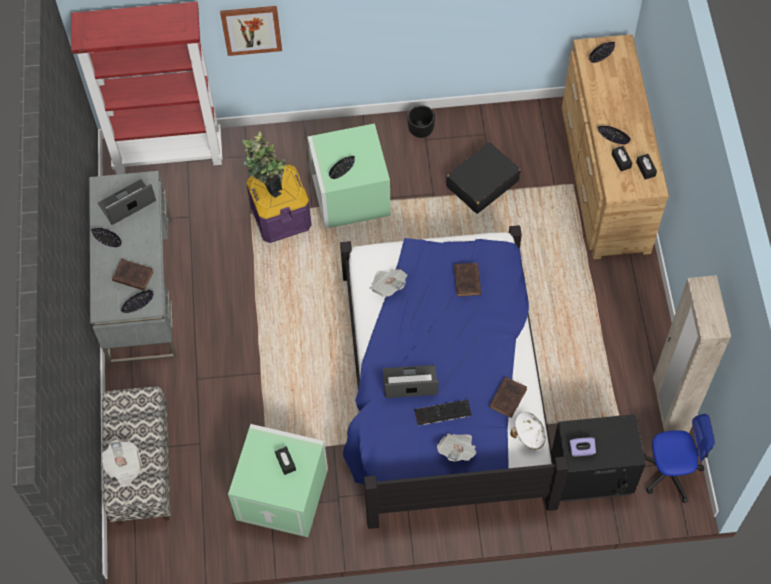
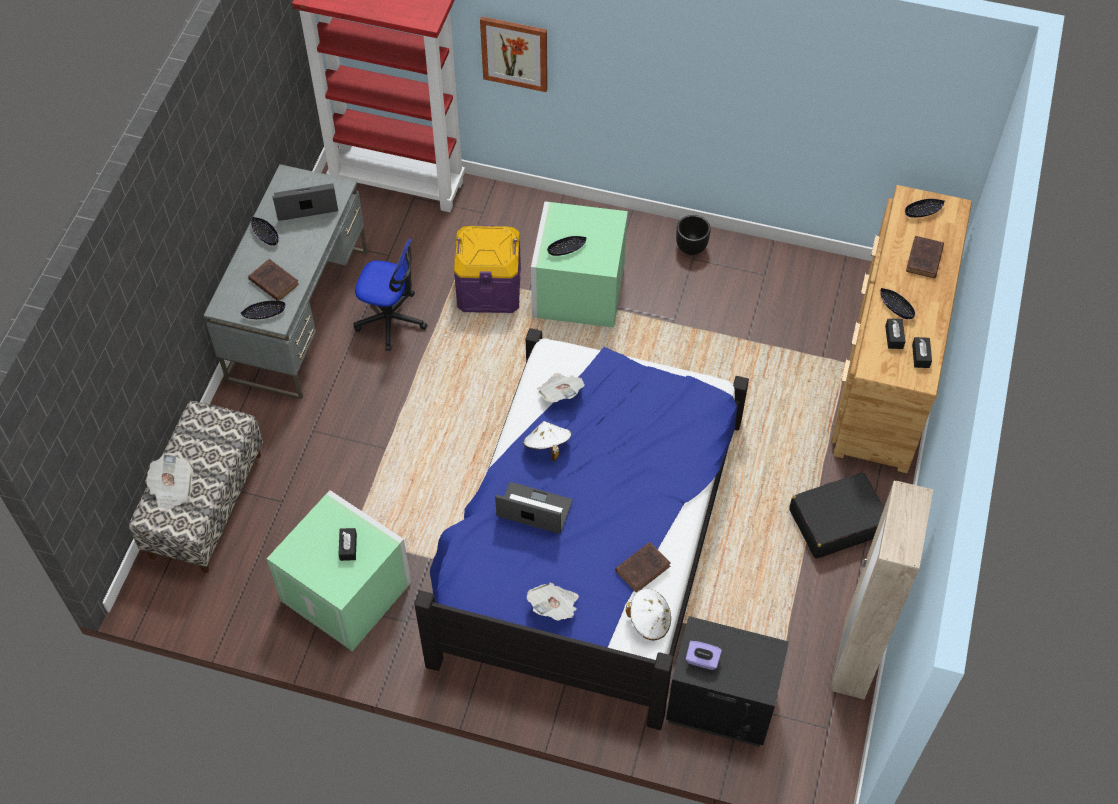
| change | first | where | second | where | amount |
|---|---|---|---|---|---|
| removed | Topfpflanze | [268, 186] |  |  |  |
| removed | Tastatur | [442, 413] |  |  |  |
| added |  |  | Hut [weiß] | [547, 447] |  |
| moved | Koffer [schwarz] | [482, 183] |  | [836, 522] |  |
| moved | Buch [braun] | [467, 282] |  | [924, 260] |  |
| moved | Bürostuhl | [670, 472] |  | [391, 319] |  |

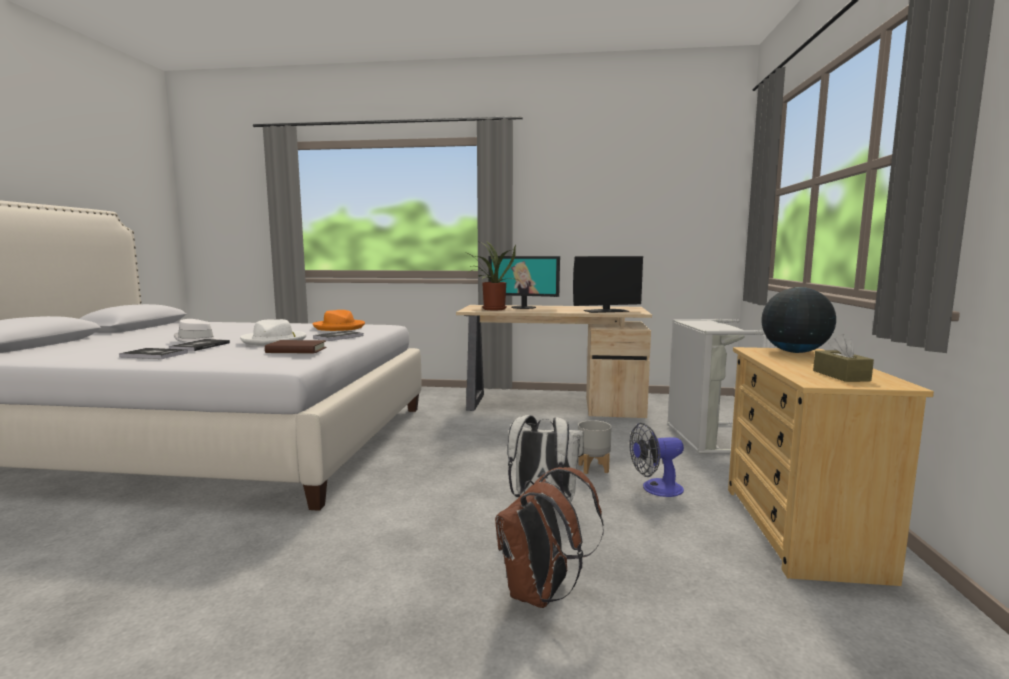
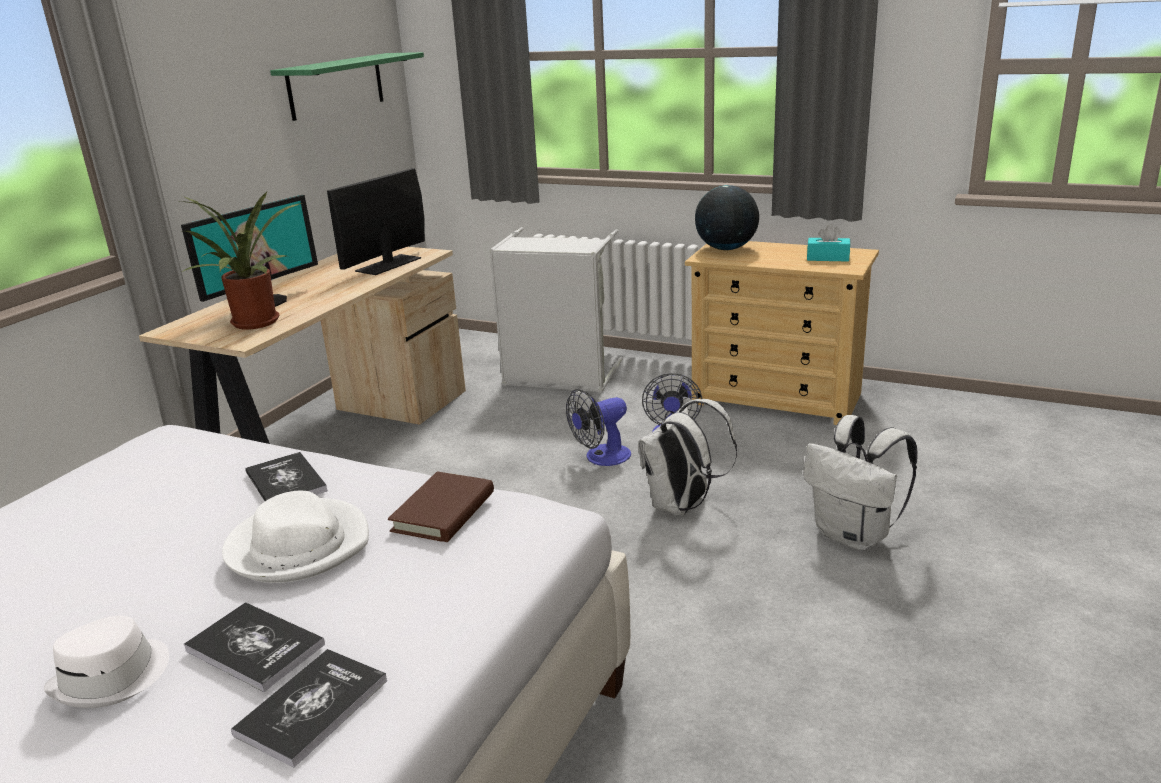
| change | first | where | second | where | amount |
|---|---|---|---|---|---|
| removed | Hut [orange] | [339, 327] |  |  |  |
| added |  |  | Wandregal [grün] | [336, 85] |  |
| replaced | Pflanzkübel [grau] | [593, 468] | Ventilator | [601, 458] |  |
| recoloured | Rucksack [braun] | [541, 594] | Rucksack [weiß] | [854, 536] |  |
| recoloured | Taschentuchbox [braun] | [840, 375] | Taschentuchbox [türkis] | [828, 258] |  |
| turned | Monitor | [606, 311] |  | [388, 264] | 150 degrees counterclockwise |

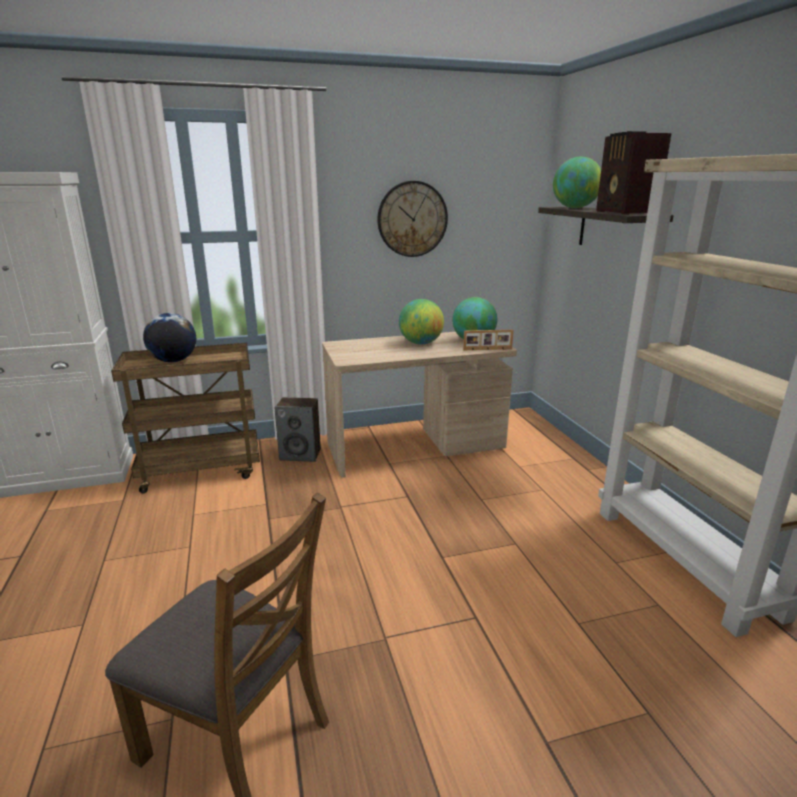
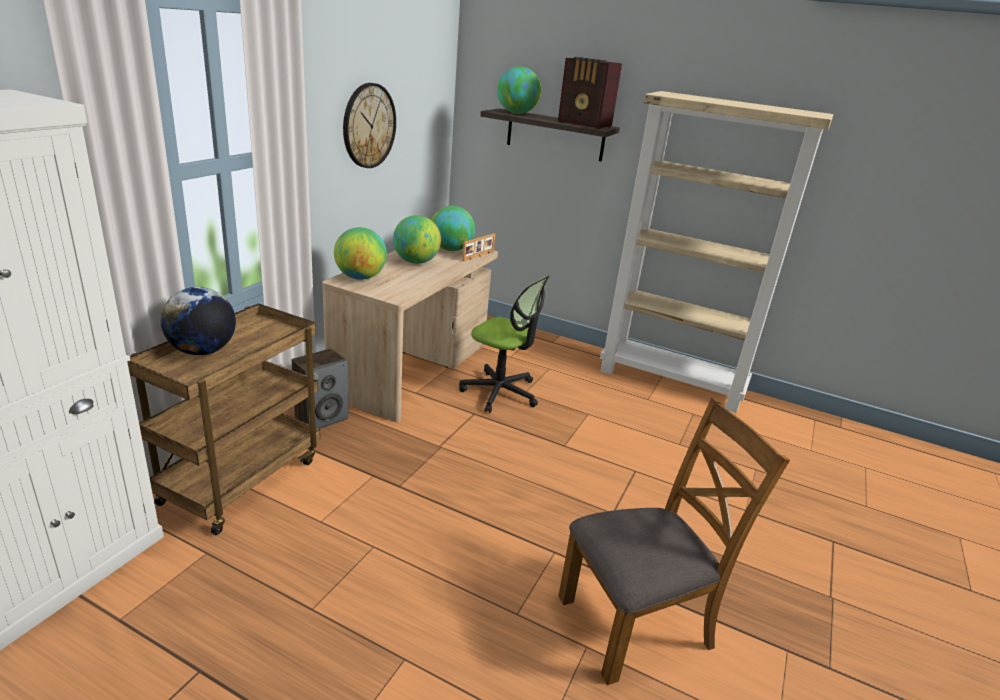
| change | first | where | second | where | amount |
|---|---|---|---|---|---|
| added |  |  | Globus | [360, 277] |  |
| added |  |  | Bürostuhl | [500, 392] |  |

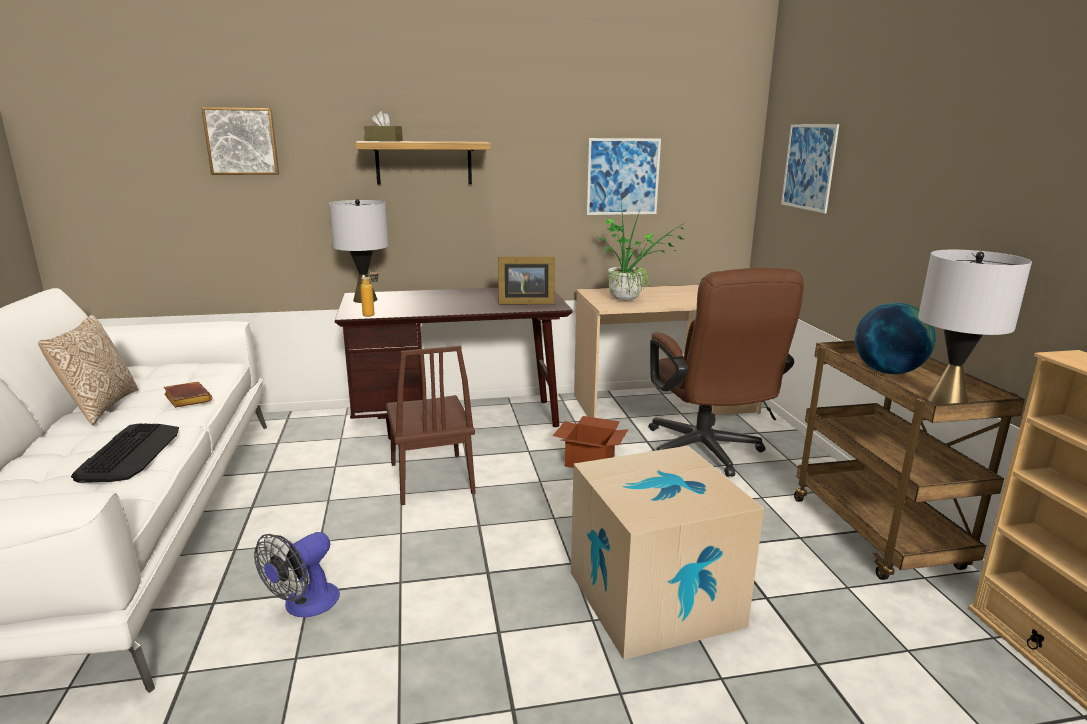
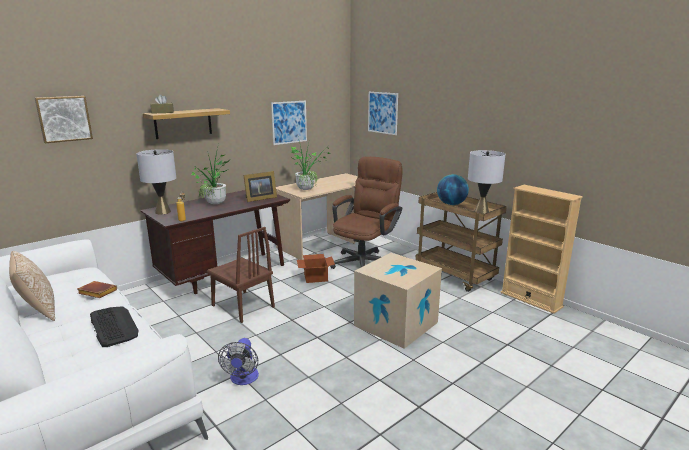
| change | first | where | second | where | amount |
|---|---|---|---|---|---|
| added |  |  | Topfpflanze | [215, 204] |  |
| turned | Bürostuhl [braun] | [707, 453] |  | [365, 260] | 105 degrees counterclockwise |

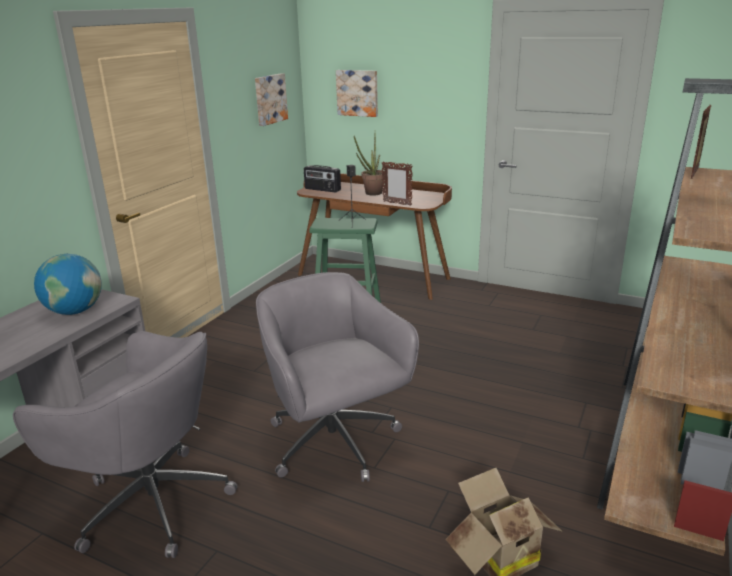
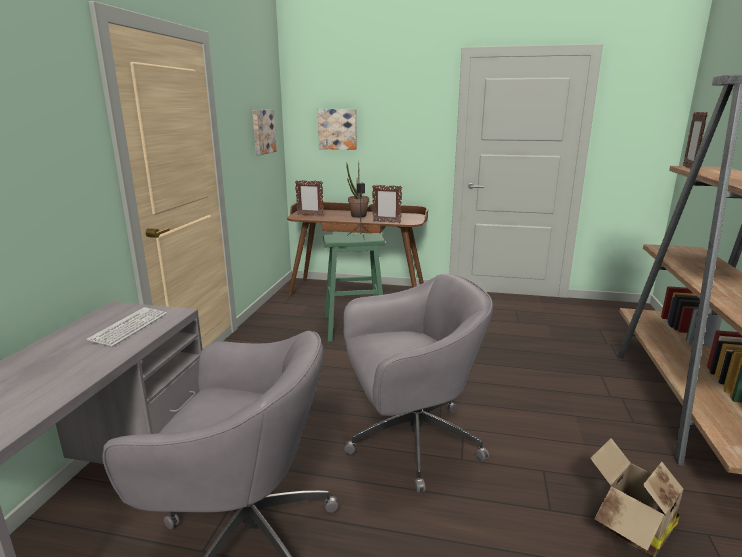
| change | first | where | second | where | amount |
|---|---|---|---|---|---|
| replaced | Globus | [75, 311] | Tastatur | [129, 327] |  |
| replaced | Radio | [322, 190] | Bilderrahmen | [310, 215] |  |
| turned | Bürostuhl [grau] | [335, 444] |  | [410, 442] | 120 degrees clockwise |

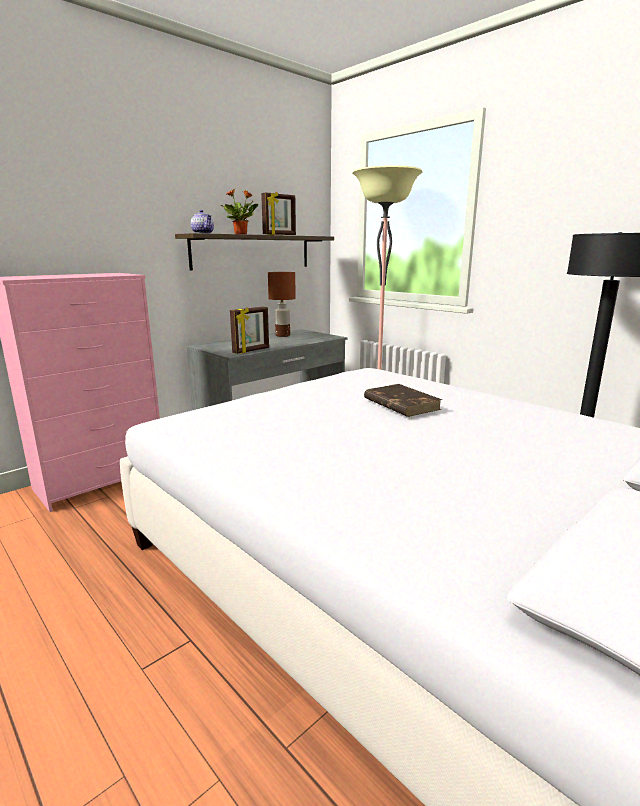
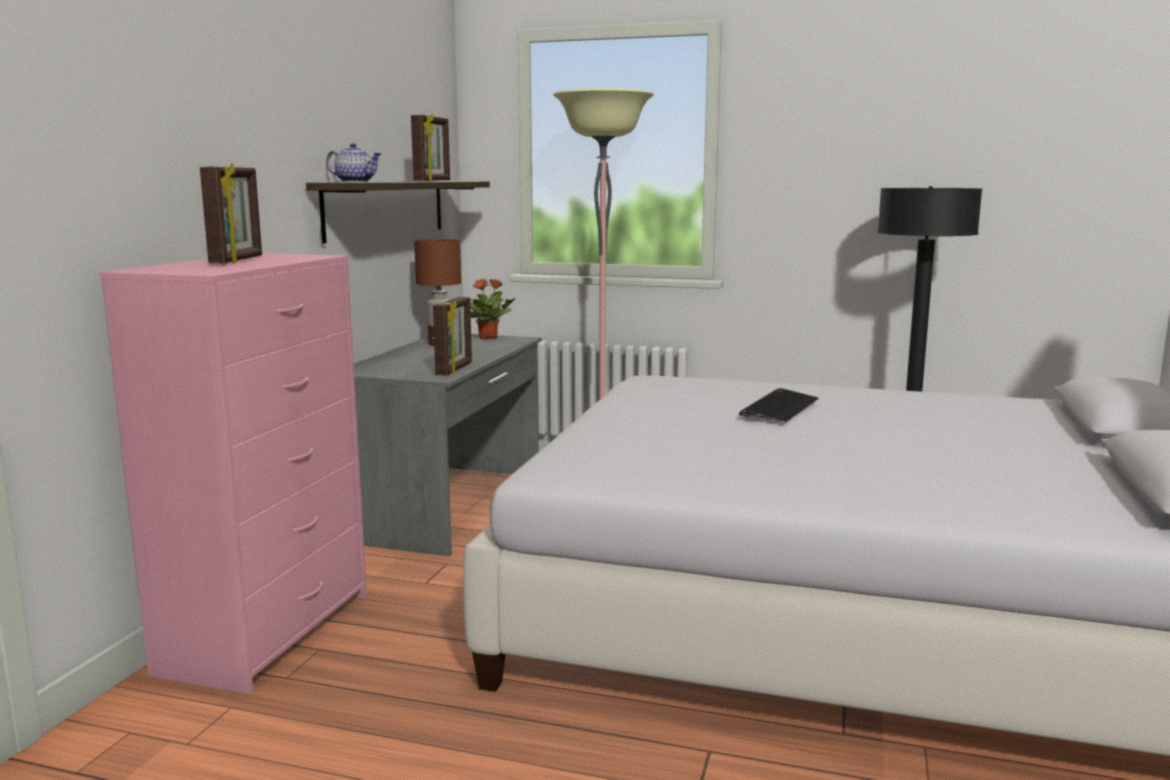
| change | first | where | second | where | amount |
|---|---|---|---|---|---|
| added |  |  | Bilderrahmen | [238, 260] |  |
| moved | Topfpflanze | [241, 234] |  | [489, 338] |  |
| replaced | Buch [braun] | [400, 404] | Tastatur | [779, 407] |  |

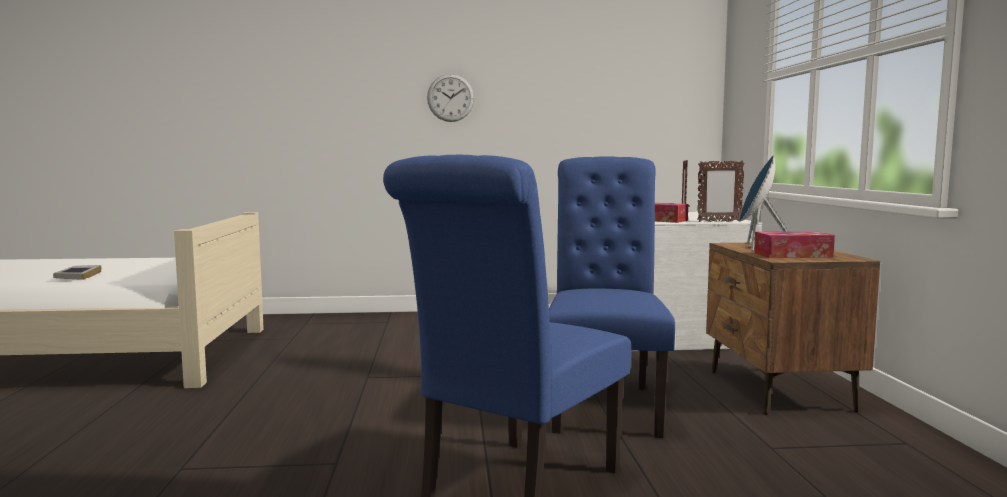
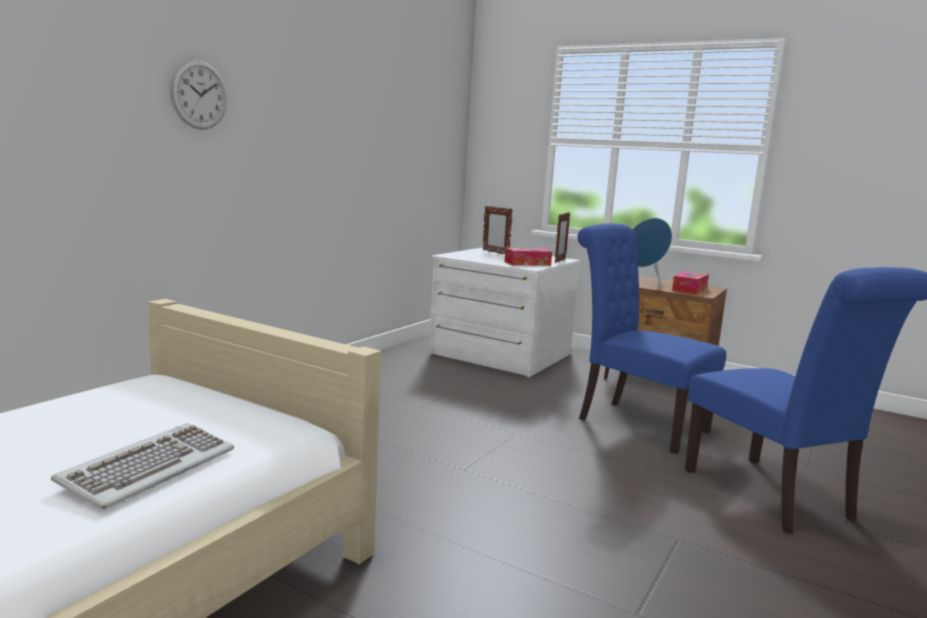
| change | first | where | second | where | amount |
|---|---|---|---|---|---|
| moved | Wanduhr | [450, 98] |  | [199, 95] |  |
| replaced | Buch | [78, 276] | Tastatur | [149, 468] |  |

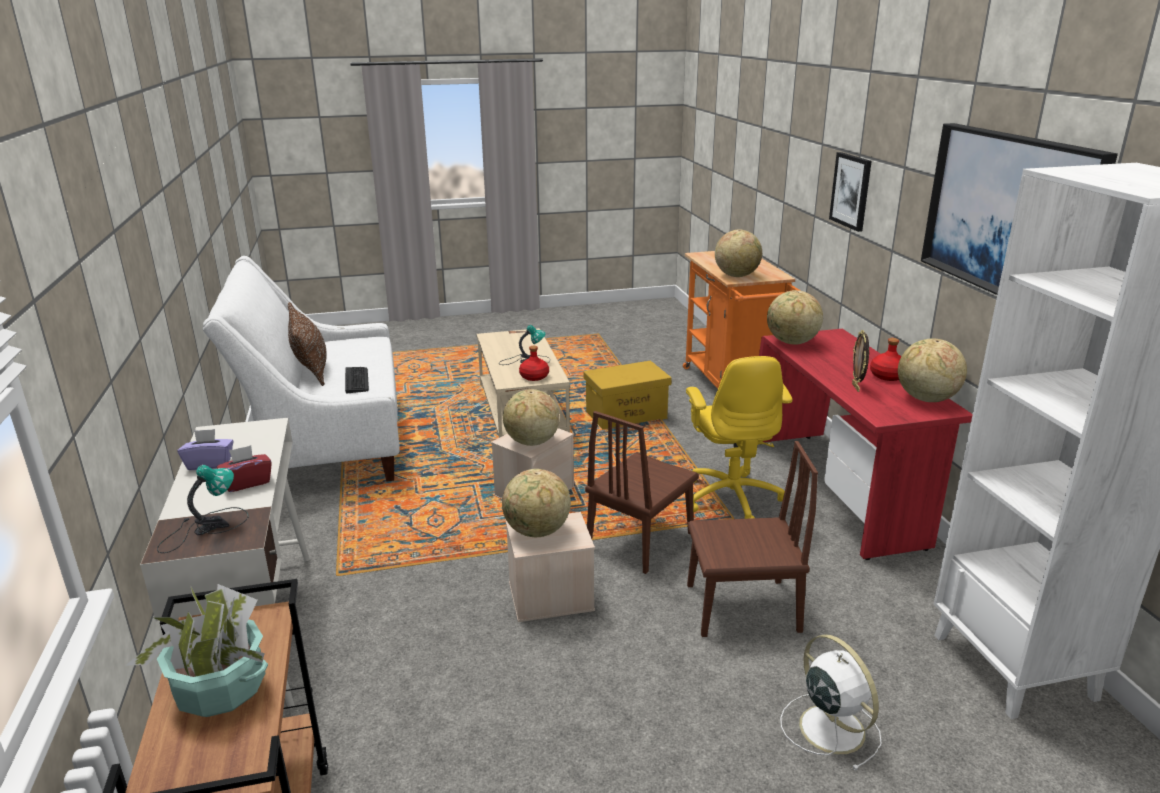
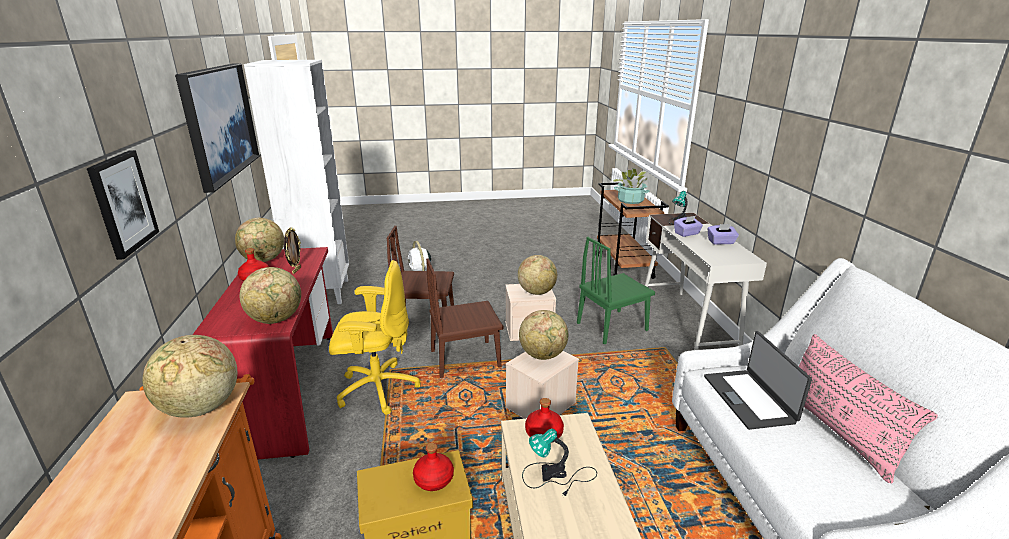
| change | first | where | second | where | amount |
|---|---|---|---|---|---|
| added |  |  | Flasche [rot] | [433, 479] |  |
| added |  |  | Stuhl [grün] | [612, 326] |  |
| replaced | Tastatur | [357, 380] | Laptop | [749, 399] |  |
| recoloured | Taschentuchbox [rot] | [247, 482] | Taschentuchbox [lila] | [687, 233] |  |
| recoloured | Kissen [braun] | [311, 367] | Kissen [rosa] | [837, 431] |  |
| turned | Stuhl [braun] | [640, 540] |  | [465, 359] | 150 degrees counterclockwise |
| turned | Bürostuhl [gelb] | [732, 497] |  | [377, 389] | 90 degrees clockwise |

